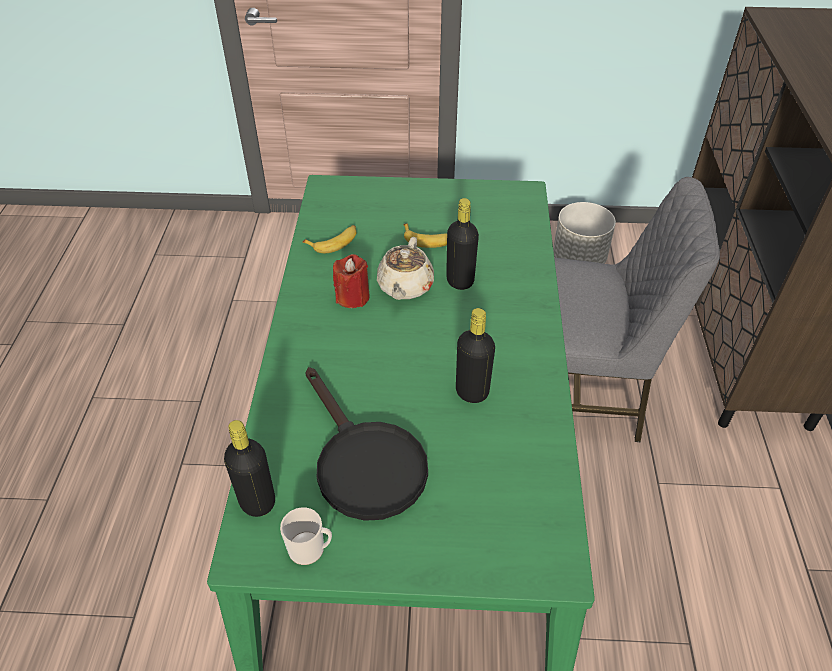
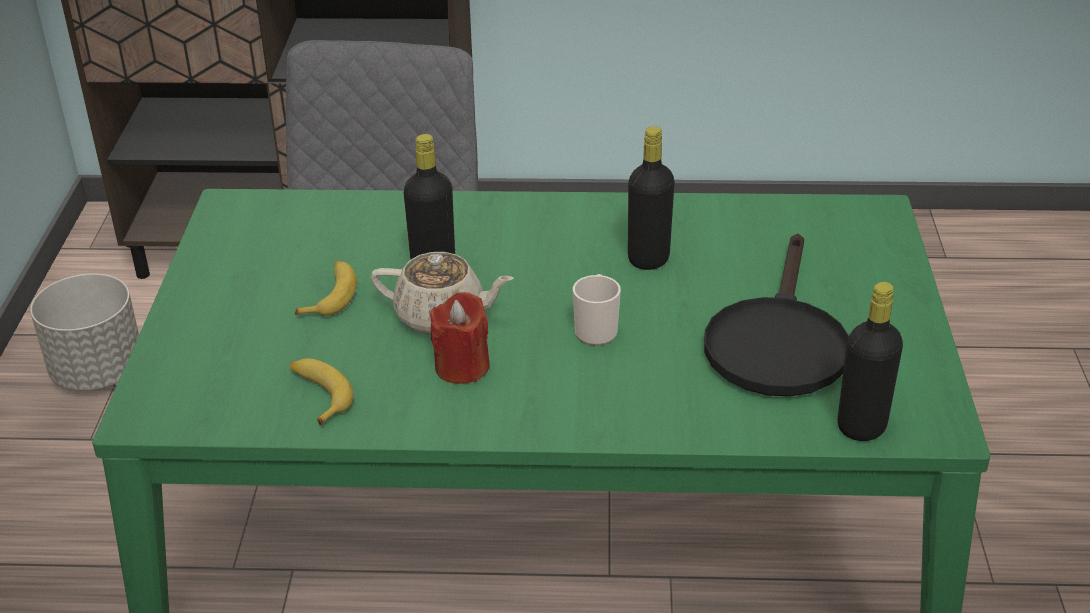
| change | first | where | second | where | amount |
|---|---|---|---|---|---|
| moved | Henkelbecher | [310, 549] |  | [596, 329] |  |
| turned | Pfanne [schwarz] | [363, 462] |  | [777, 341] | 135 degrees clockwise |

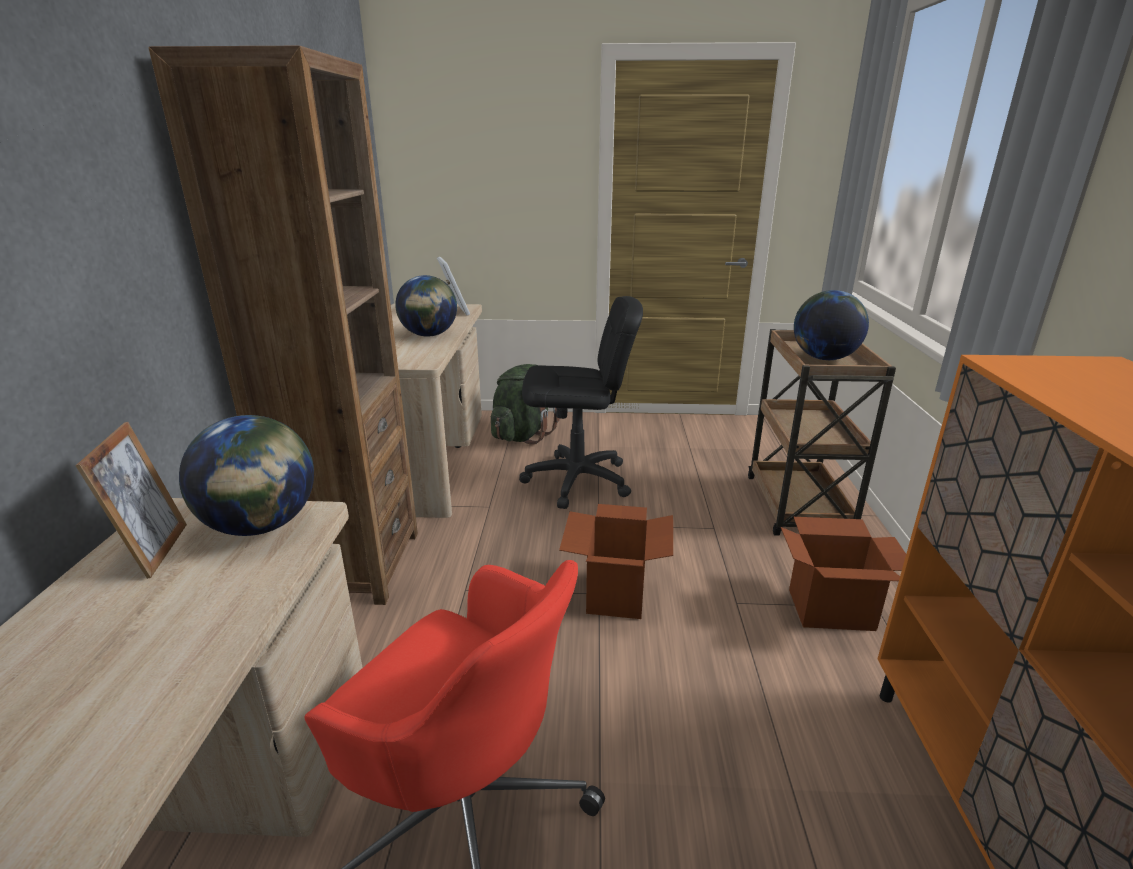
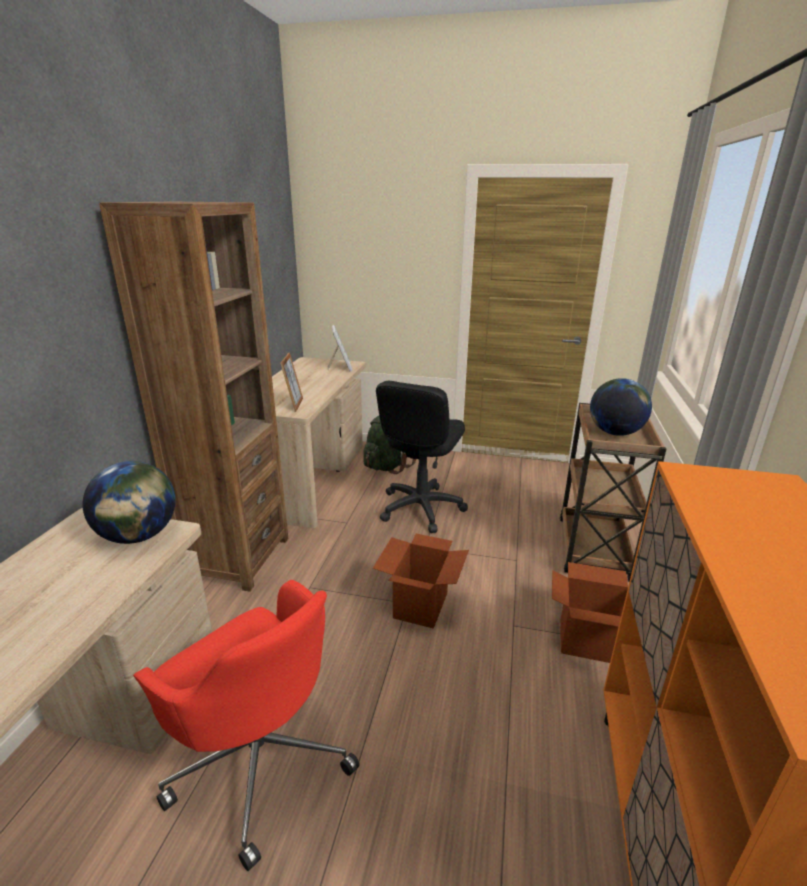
| change | first | where | second | where | amount |
|---|---|---|---|---|---|
| removed | Globus | [429, 335] |  |  |  |
| moved | Bilderrahmen | [155, 551] |  | [294, 404] |  |
| turned | Bürostuhl [schwarz] | [577, 480] |  | [420, 508] | 105 degrees clockwise |

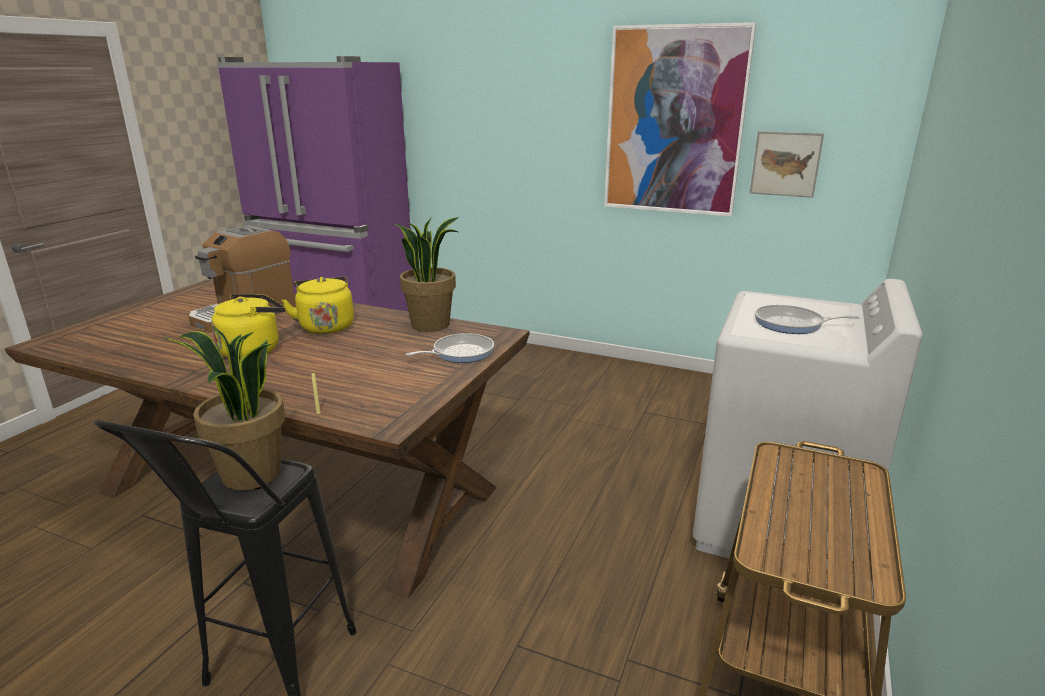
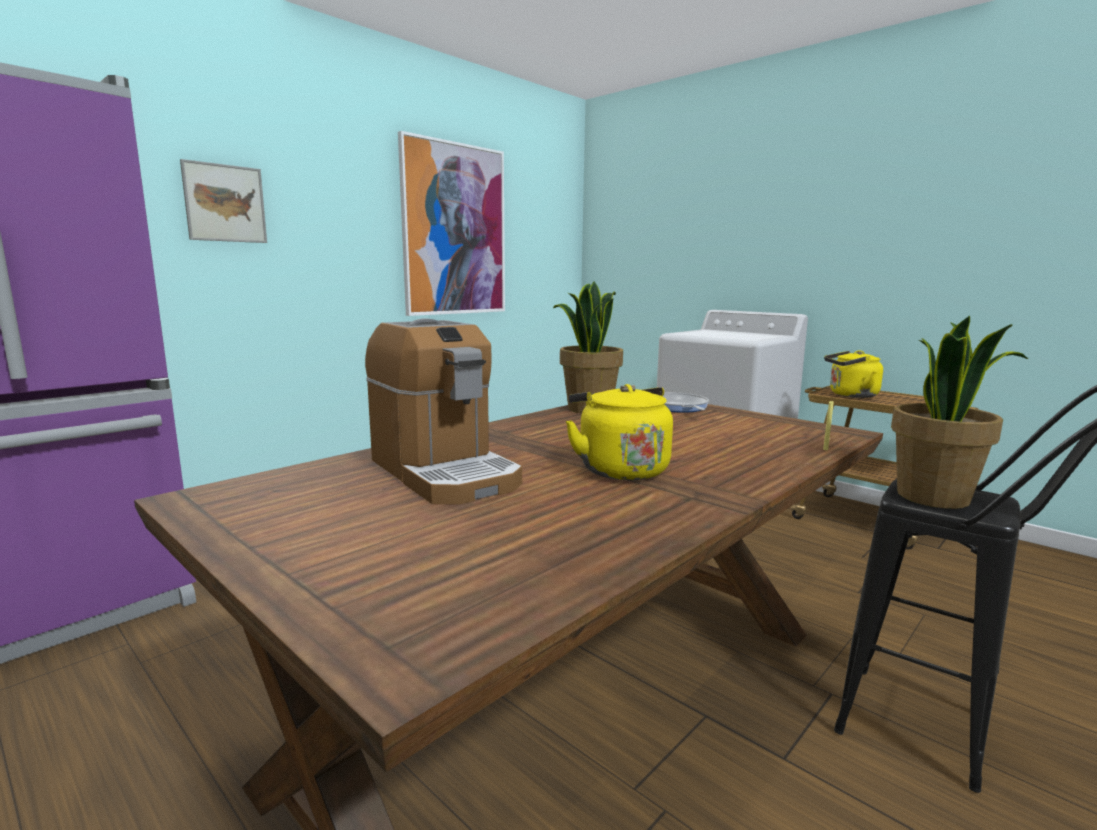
| change | first | where | second | where | amount |
|---|---|---|---|---|---|
| removed | Pfanne | [792, 324] |  |  |  |
| moved | Wasserkessel [gelb] | [326, 326] |  | [850, 395] |  |
| moved | Bild | [785, 164] |  | [225, 203] |  |

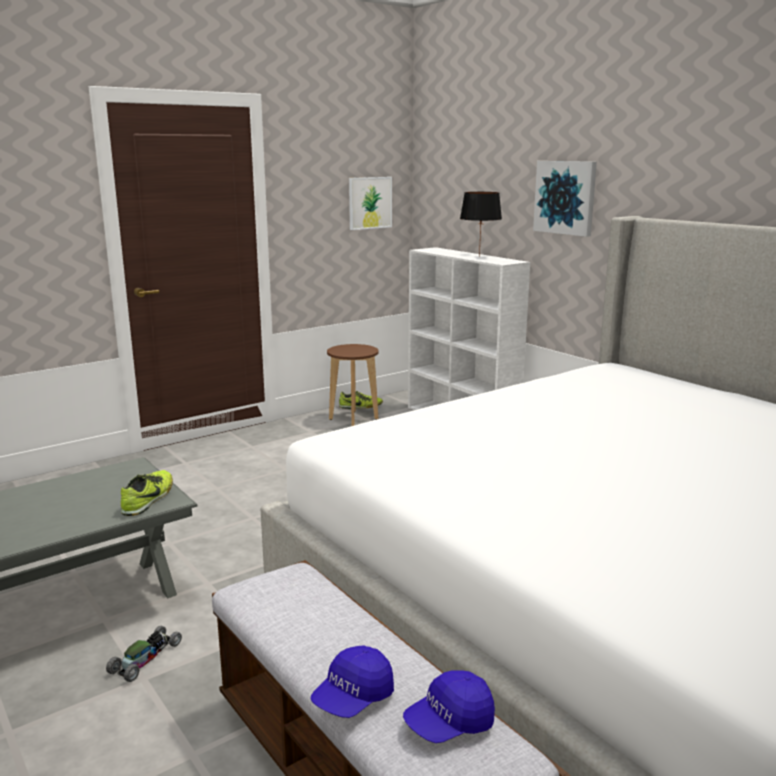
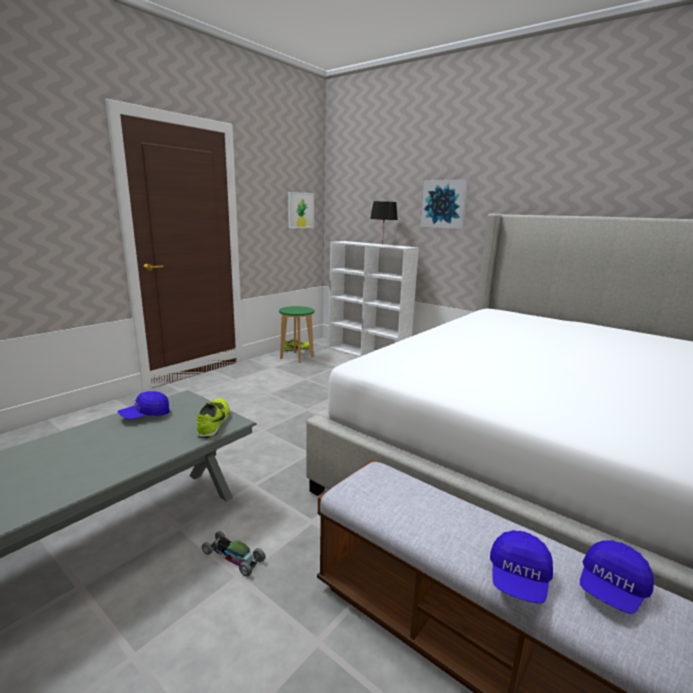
| change | first | where | second | where | amount |
|---|---|---|---|---|---|
| added |  |  | Kappe [blau] | [145, 415] |  |
| recoloured | Hocker [braun] | [353, 419] | Hocker [grün] | [297, 357] |  |
| turned | Spielzeugauto | [146, 658] |  | [233, 557] | 75 degrees counterclockwise |

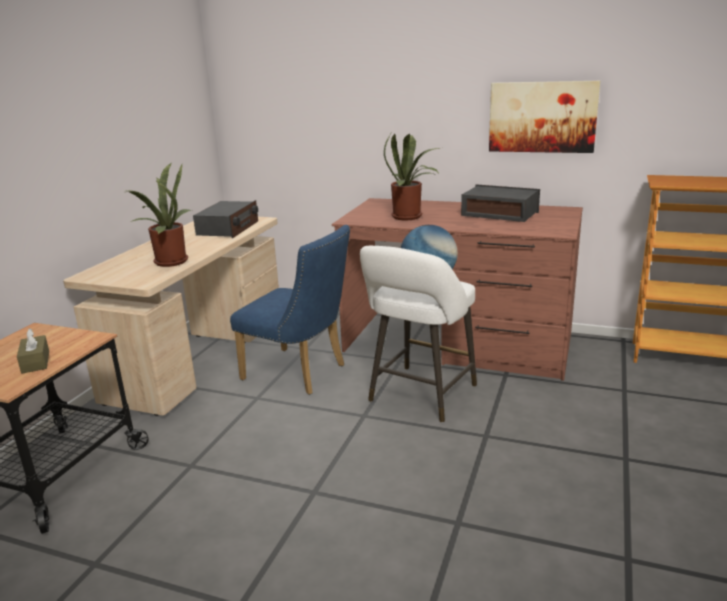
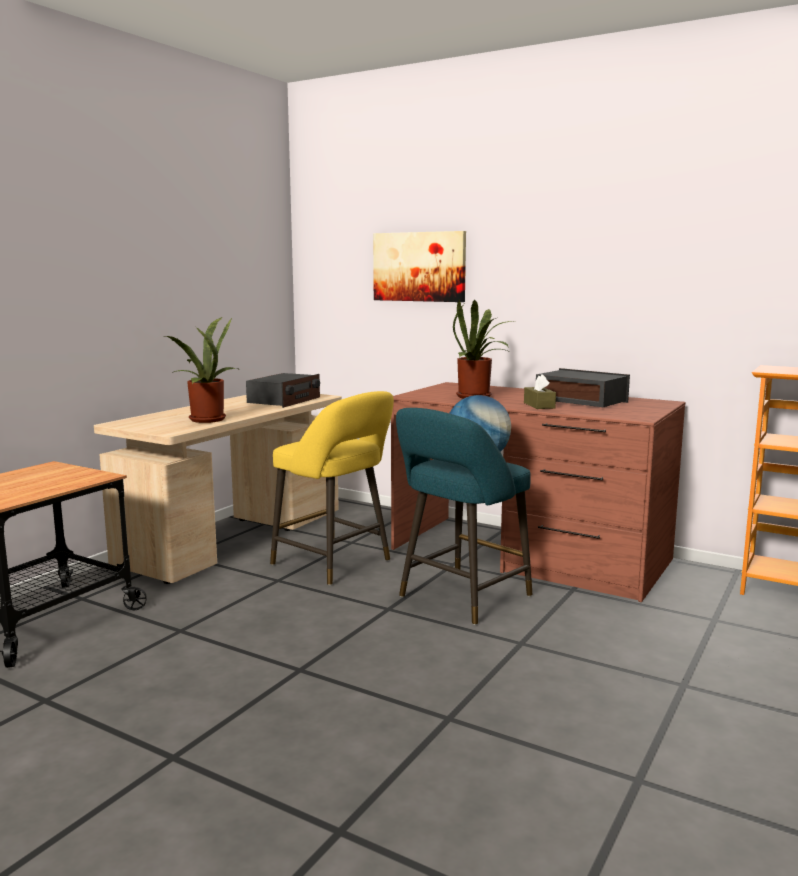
| change | first | where | second | where | amount |
|---|---|---|---|---|---|
| moved | Taschentuchbox [braun] | [35, 362] |  | [539, 405] |  |
| moved | Bild | [542, 117] |  | [419, 267] |  |
| replaced | Stuhl [blau] | [300, 374] | Hocker [gelb] | [335, 564] |  |
| recoloured | Hocker [weiß] | [420, 396] | Hocker [türkis] | [460, 598] |  |

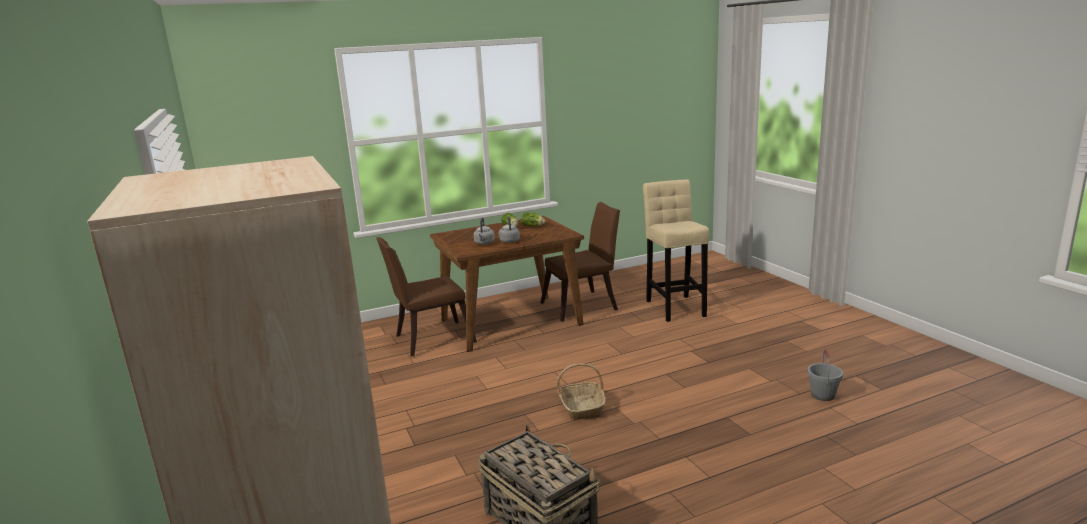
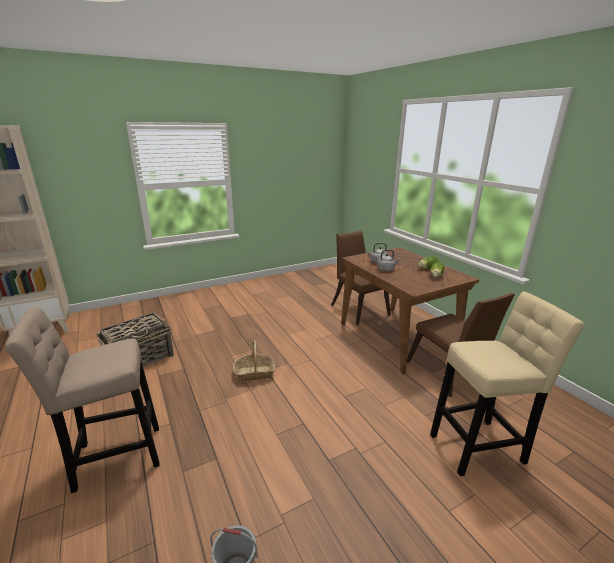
| change | first | where | second | where | amount |
|---|---|---|---|---|---|
| added |  |  | Hocker [beige] | [113, 457] |  |

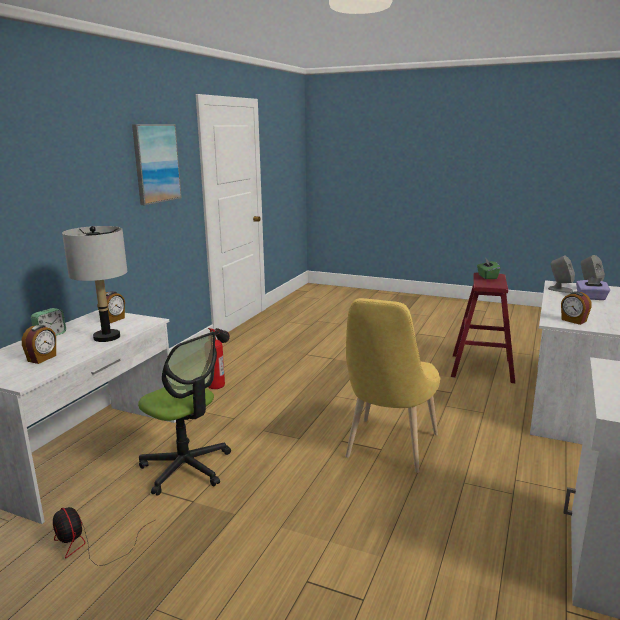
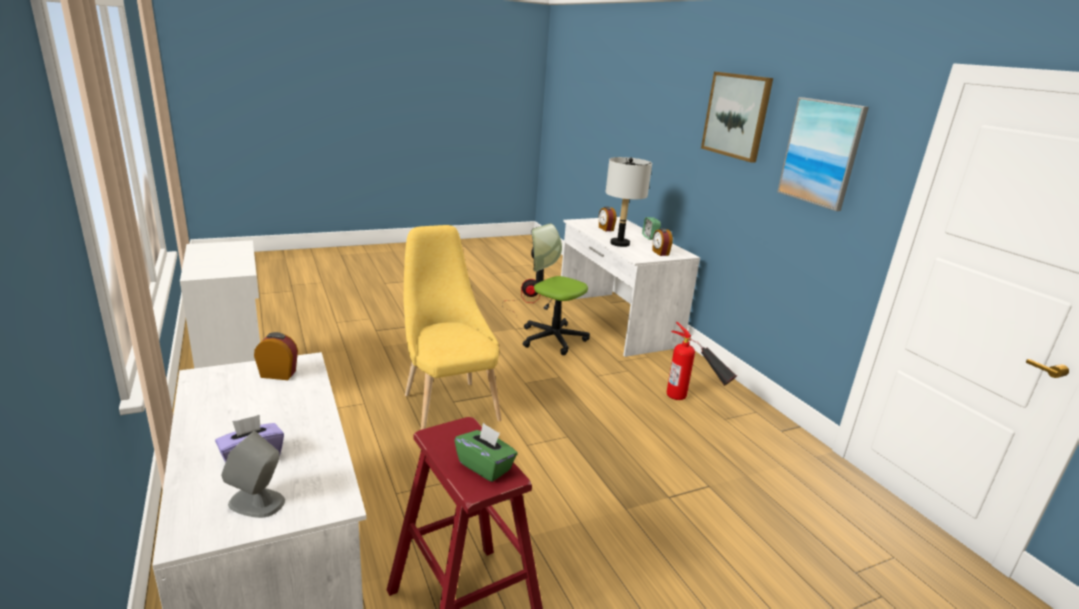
| change | first | where | second | where | amount |
|---|---|---|---|---|---|
| removed | Lautsprecher [grau] | [559, 289] |  |  |  |
| added |  |  | Bild | [736, 115] |  |
| turned | Bürostuhl | [186, 468] |  | [553, 338] | 45 degrees clockwise |

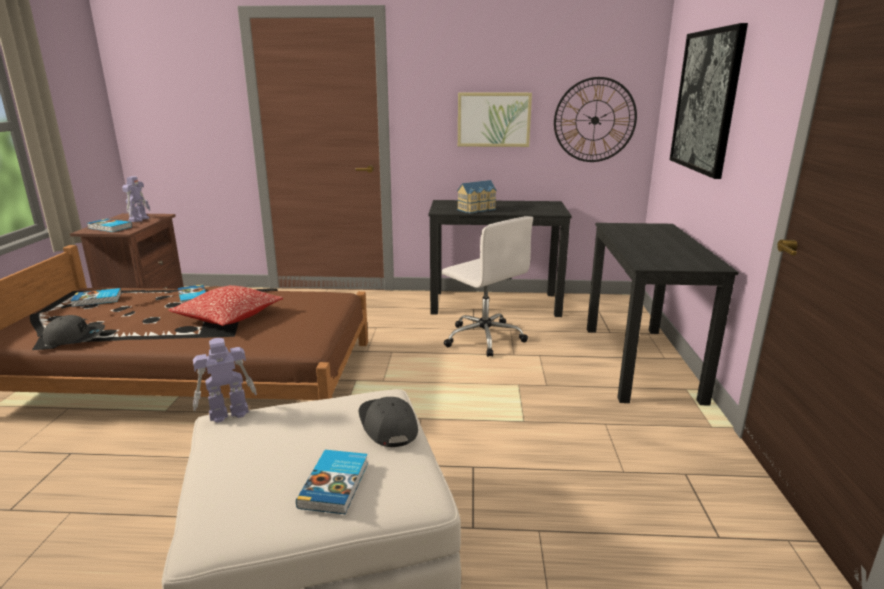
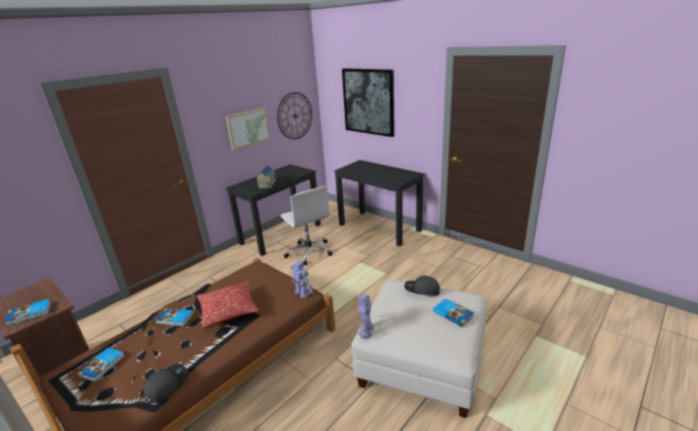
| change | first | where | second | where | amount |
|---|---|---|---|---|---|
| moved | Spielzeugroboter | [139, 219] |  | [302, 293] |  |
| turned | Bürostuhl [weiß] | [483, 338] |  | [309, 252] | 60 degrees clockwise |

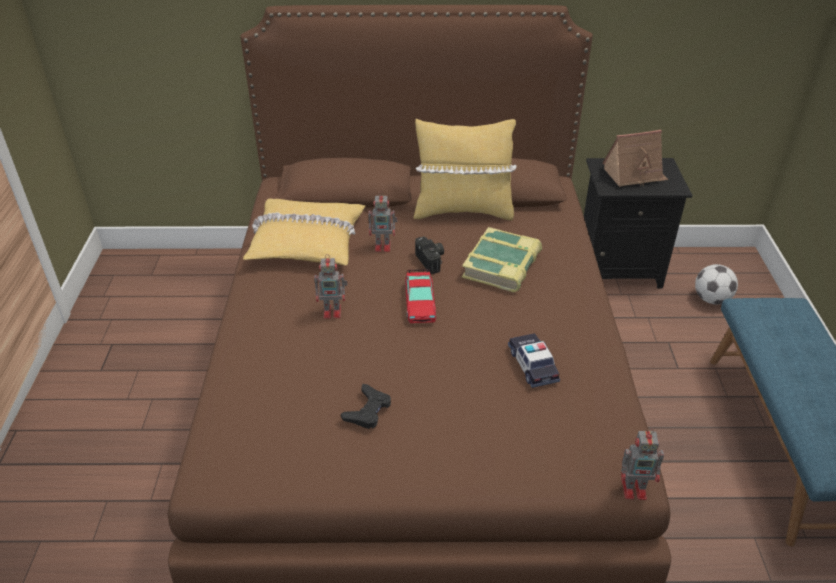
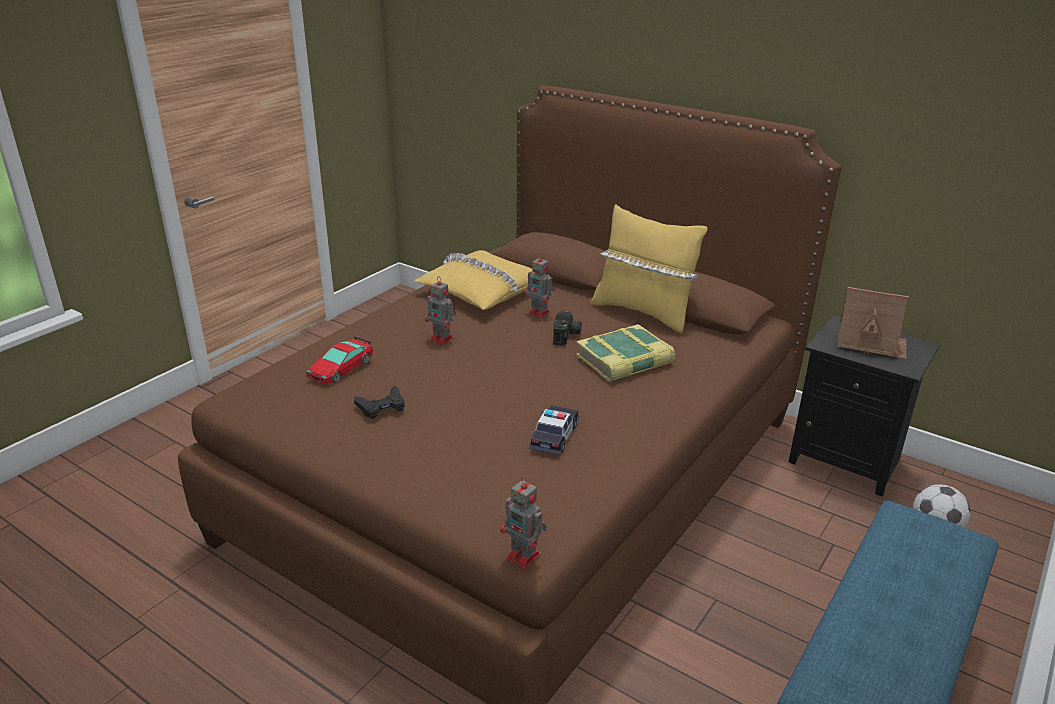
| change | first | where | second | where | amount |
|---|---|---|---|---|---|
| moved | Spielzeugauto | [419, 303] |  | [341, 368] |  |

